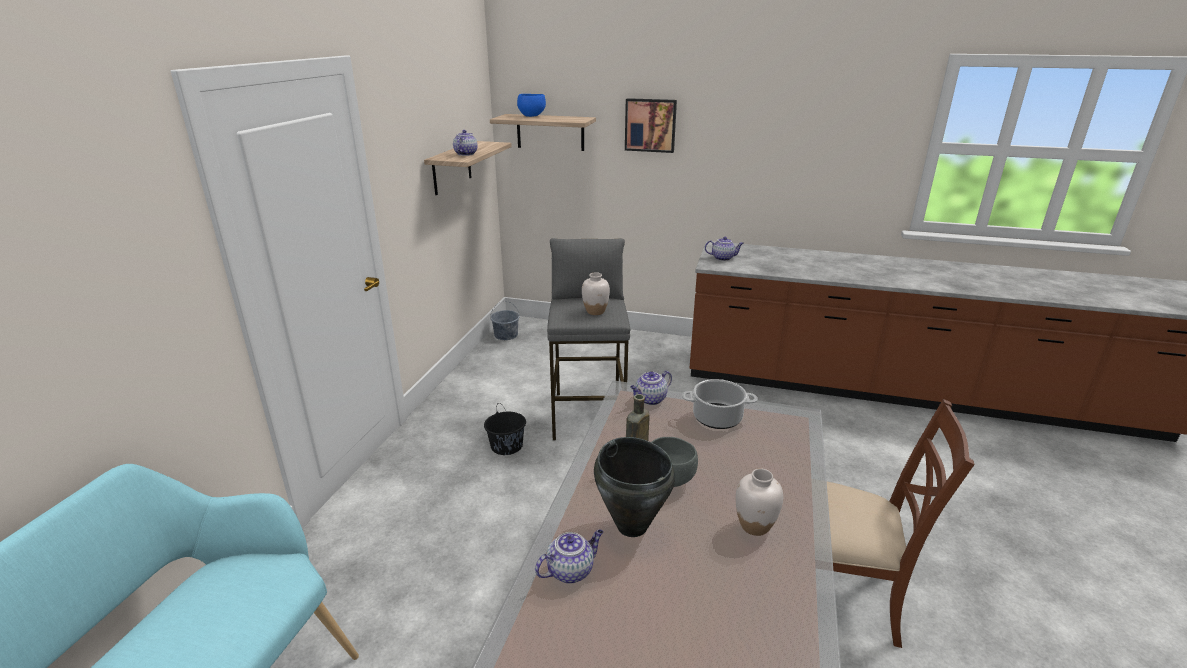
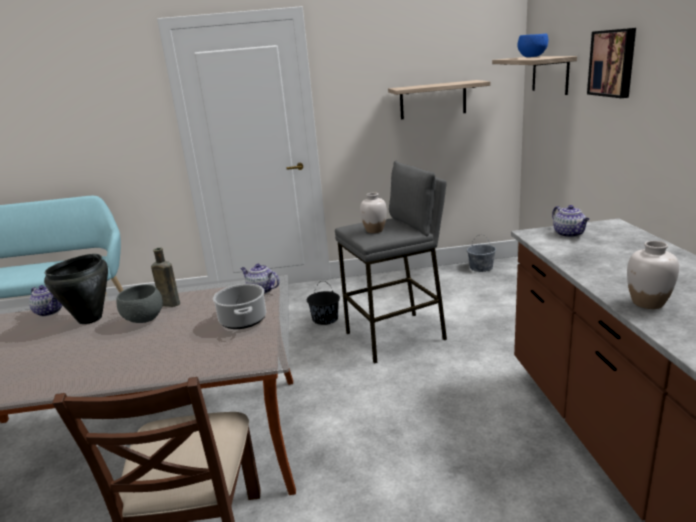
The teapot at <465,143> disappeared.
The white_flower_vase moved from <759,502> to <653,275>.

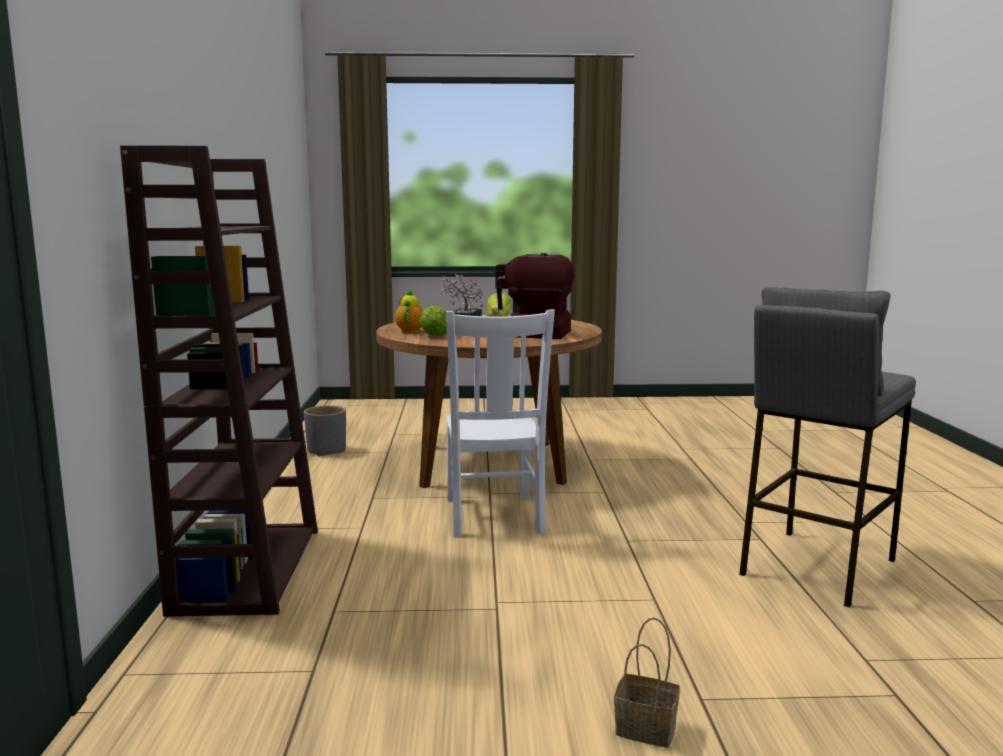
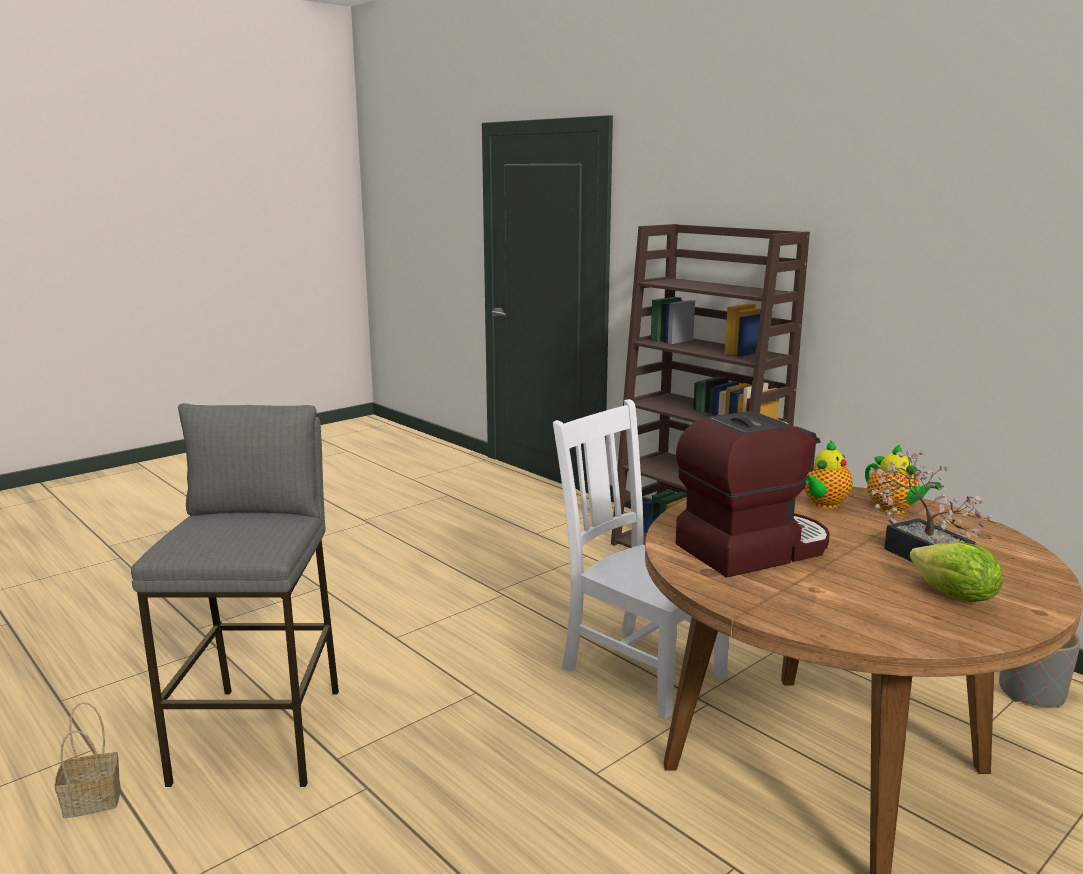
The storage_basket moved from <647,682> to <87,760>.
The head_of_lettuce at <433,321> was replaced by the teapot at <828,474>.

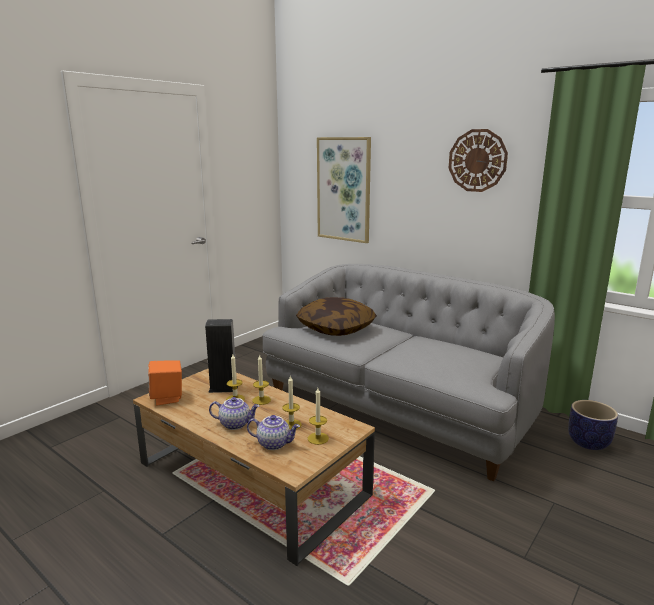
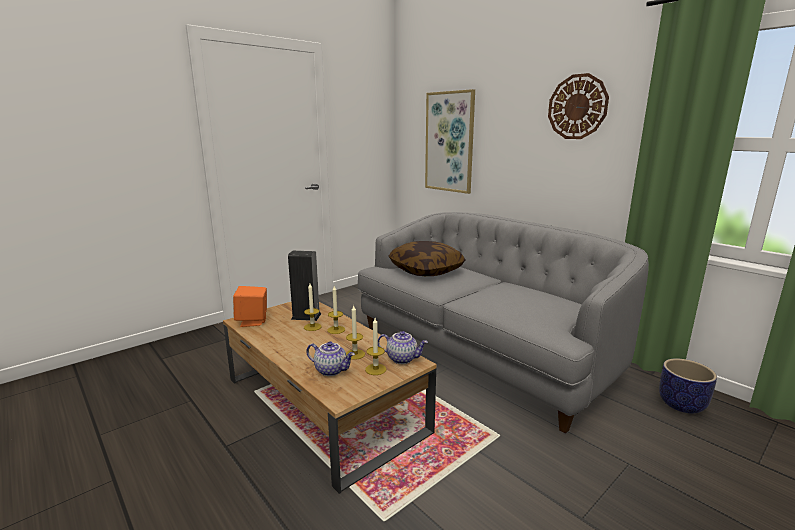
The teapot moved from <234,413> to <403,347>.

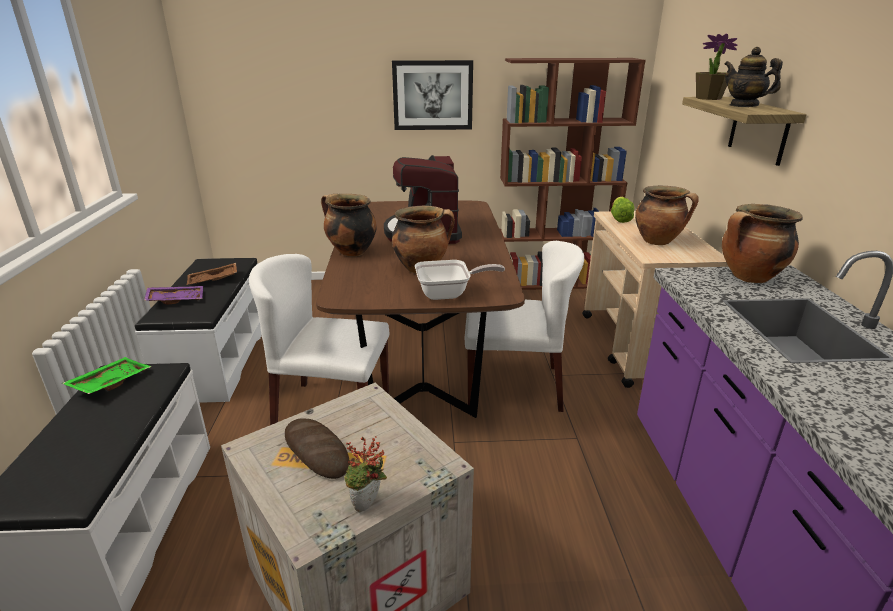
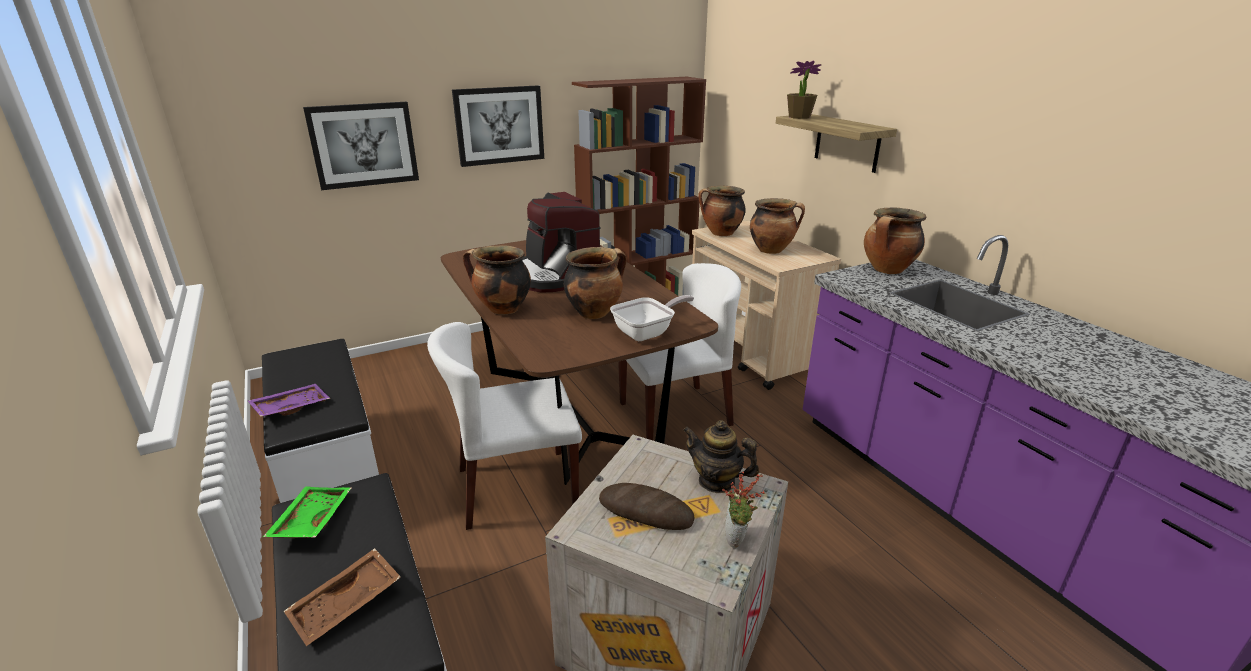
The wall_picture at <361,146> appeared.
The brown-coloured_serving_tray moved from <212,274> to <342,597>.
The teapot moved from <753,77> to <721,456>.
The head_of_lettuce at <622,210> was replaced by the stockpot at <722,211>.

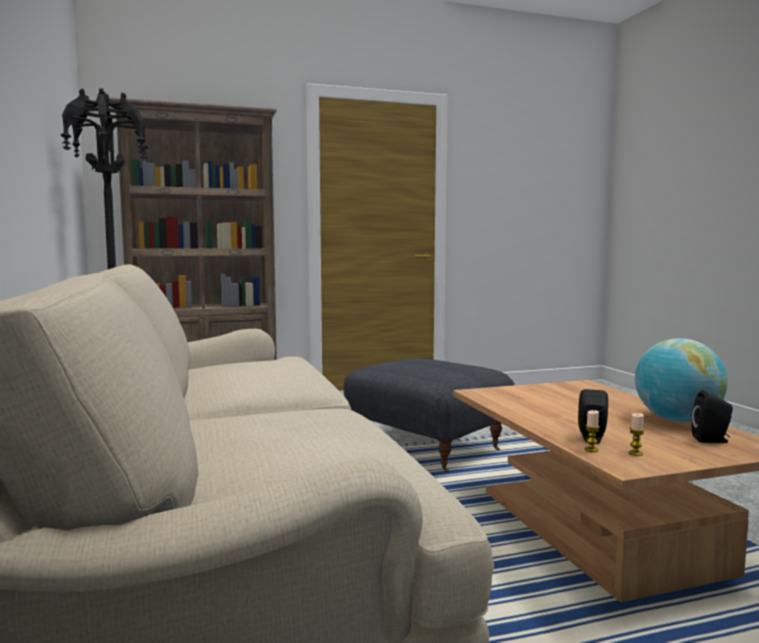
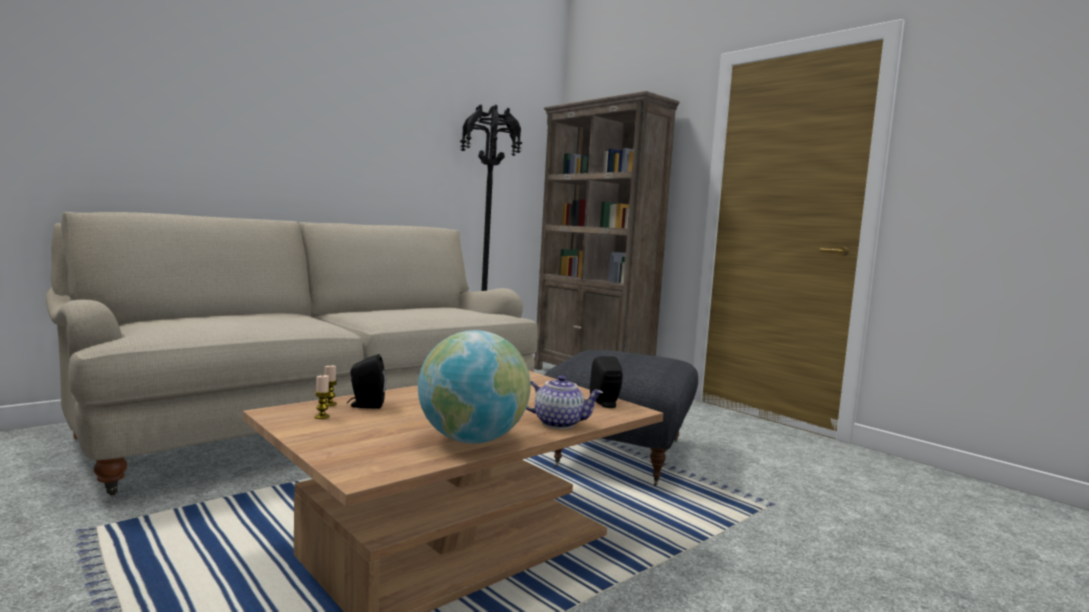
The teapot at <564,402> appeared.
The blackish_audio_speaker moved from <712,416> to <606,382>.

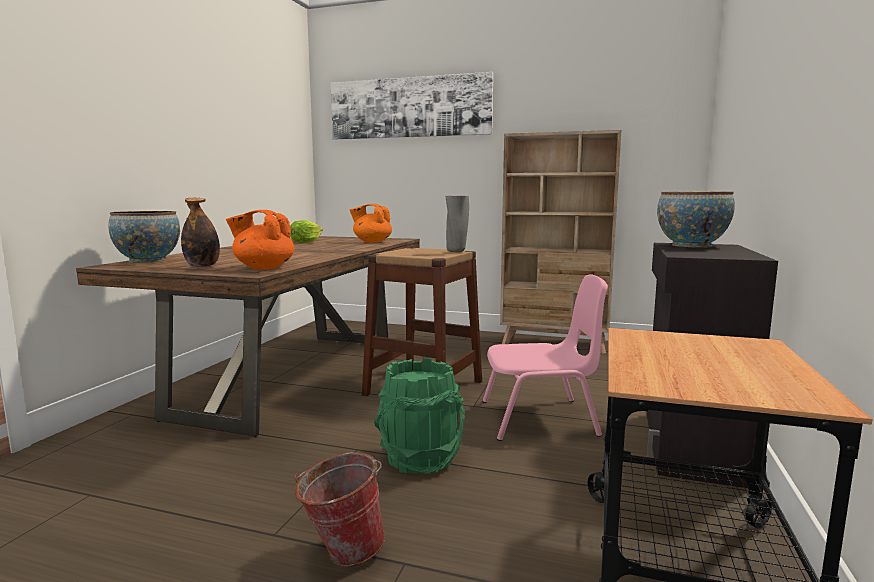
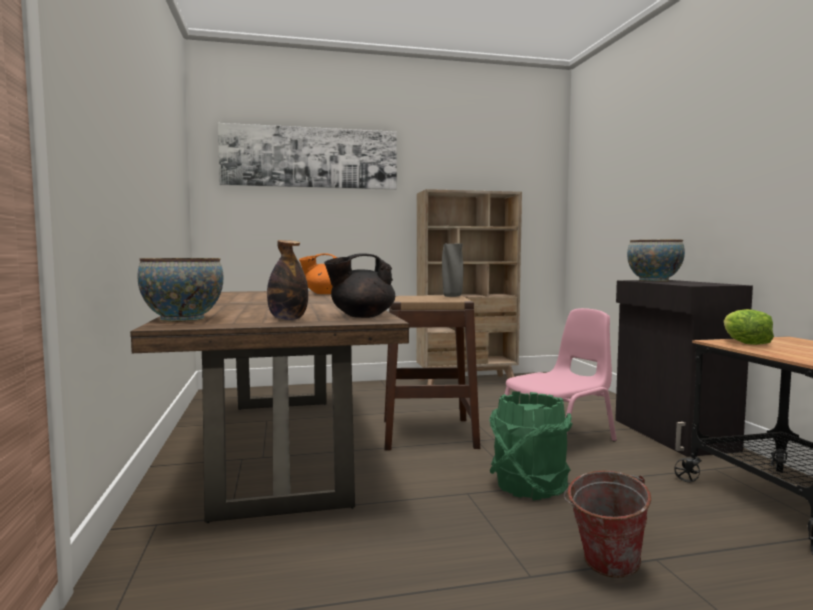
The head_of_lettuce moved from <306,232> to <749,327>.
The orange-coloured_teapot at <260,240> became the blackish_teapot at <359,285>.

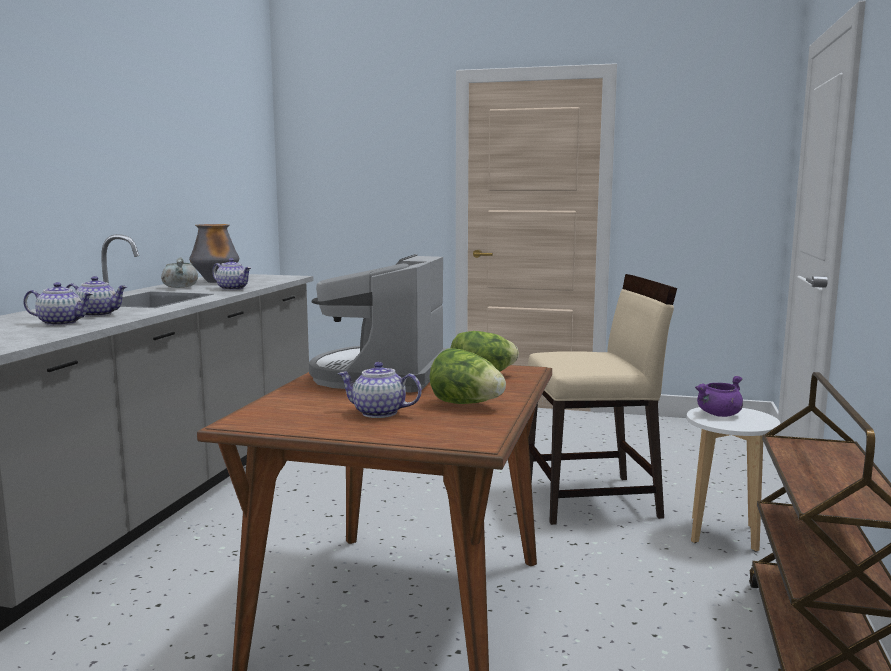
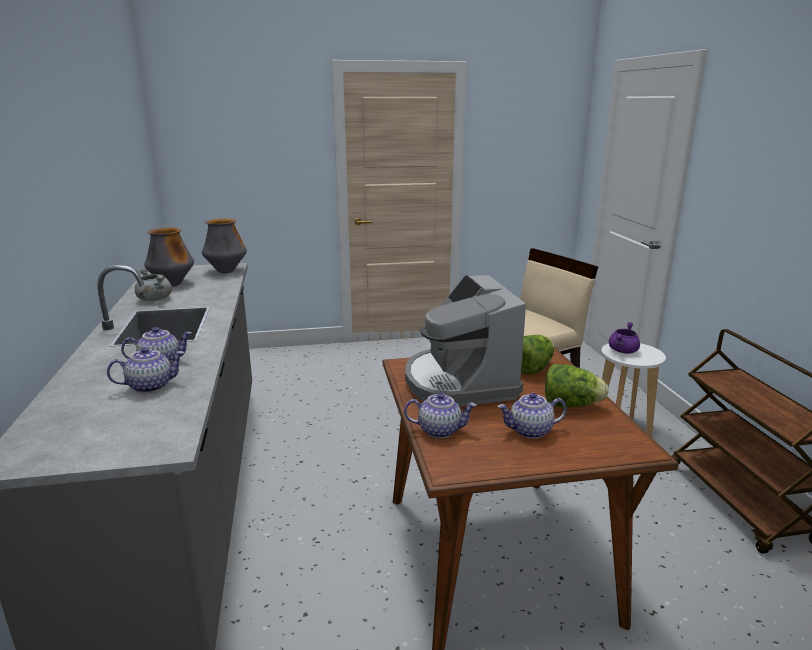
The flower_vase at <224,245> appeared.
The teapot moved from <231,274> to <440,415>.

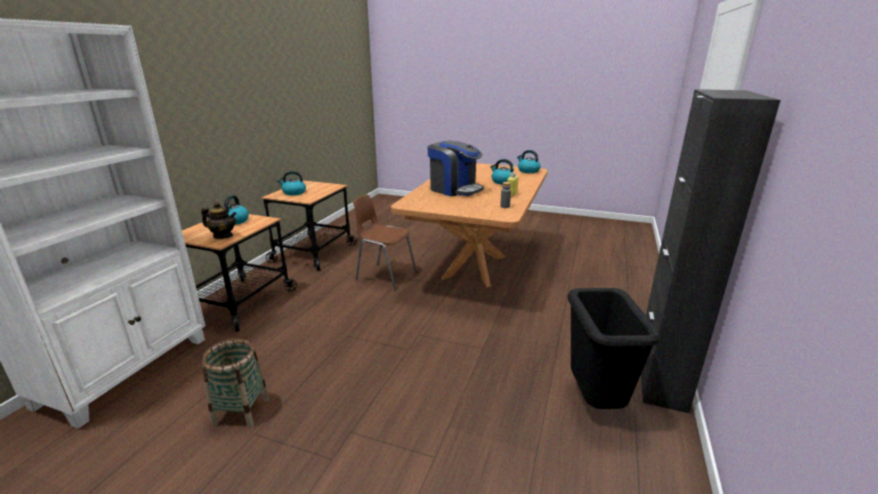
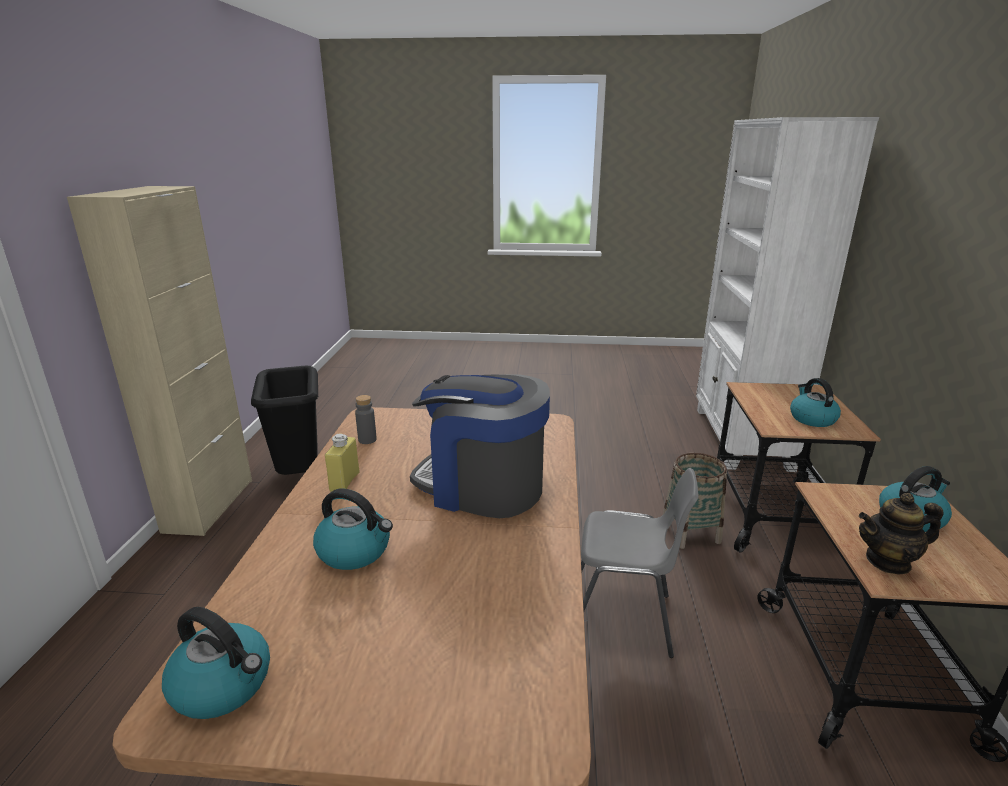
The teapot moved from <219,220> to <901,534>.
The storage_basket moved from <236,384> to <695,501>.
The brown-coloured_chair at <385,242> became the greyish_chair at <639,563>.
The blackish_cupboard at <711,251> became the sand-coloured_cupboard at <159,361>.

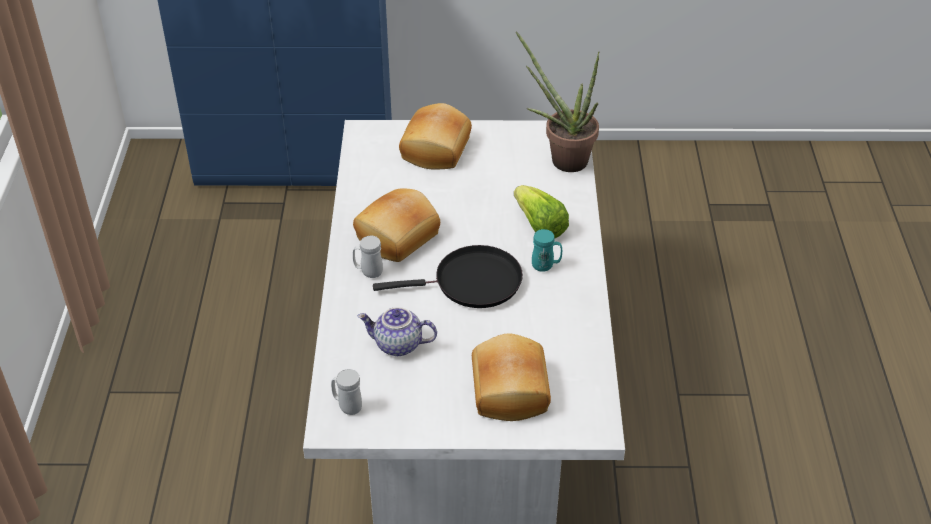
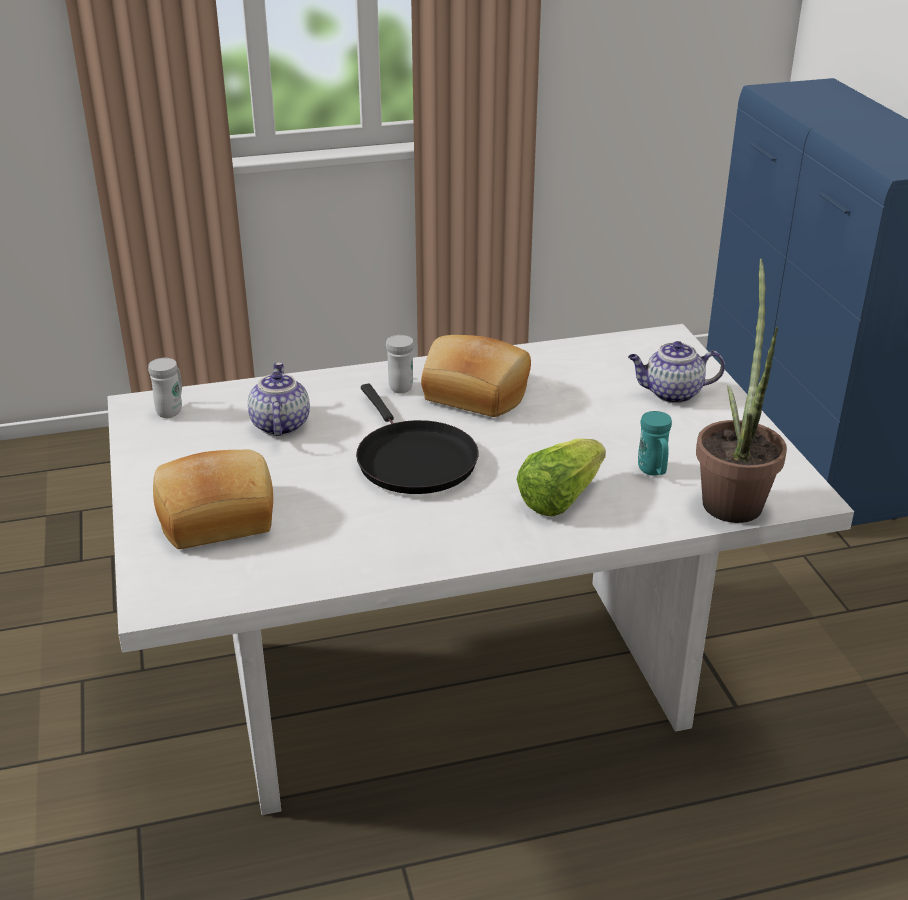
The turquoise-coloured_mug moved from <547,250> to <655,443>.
The bread at <435,136> was replaced by the teapot at <676,372>.

